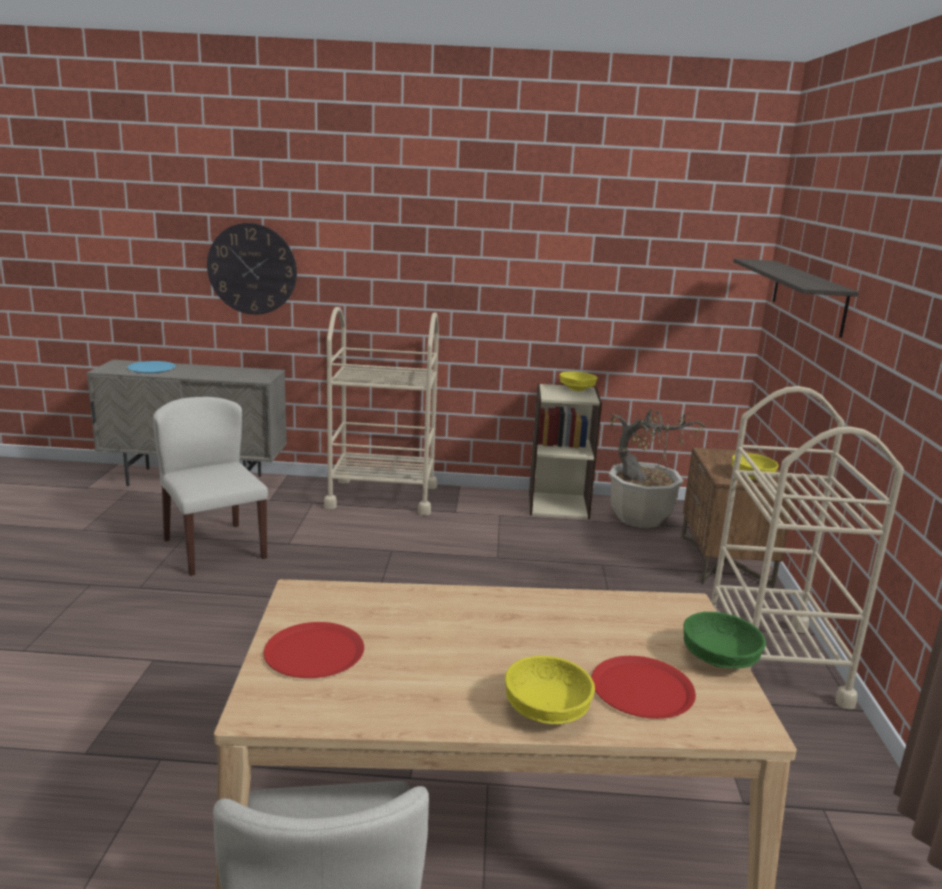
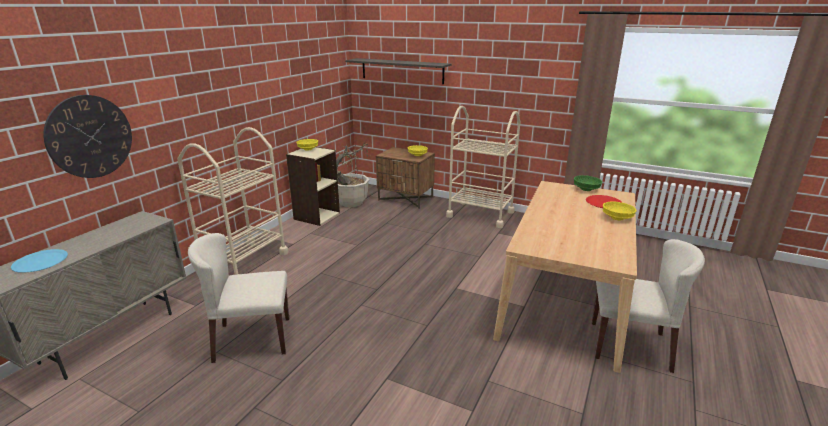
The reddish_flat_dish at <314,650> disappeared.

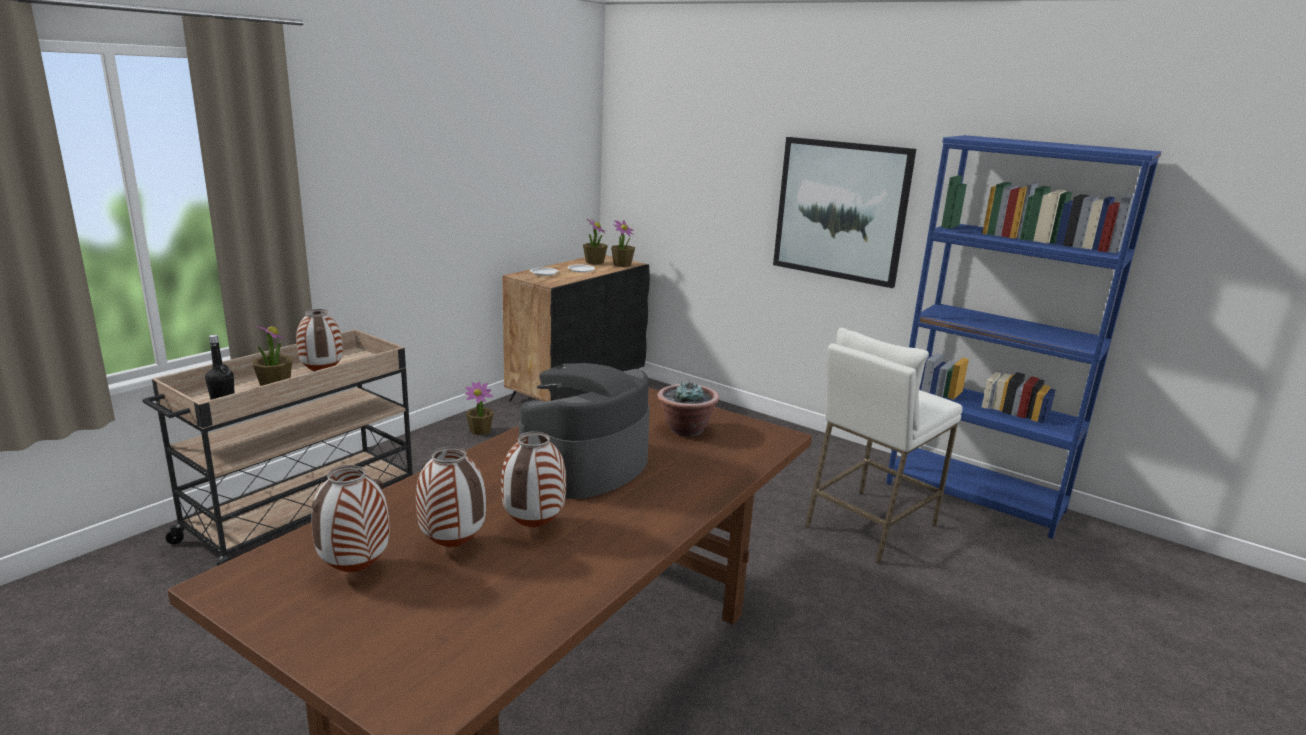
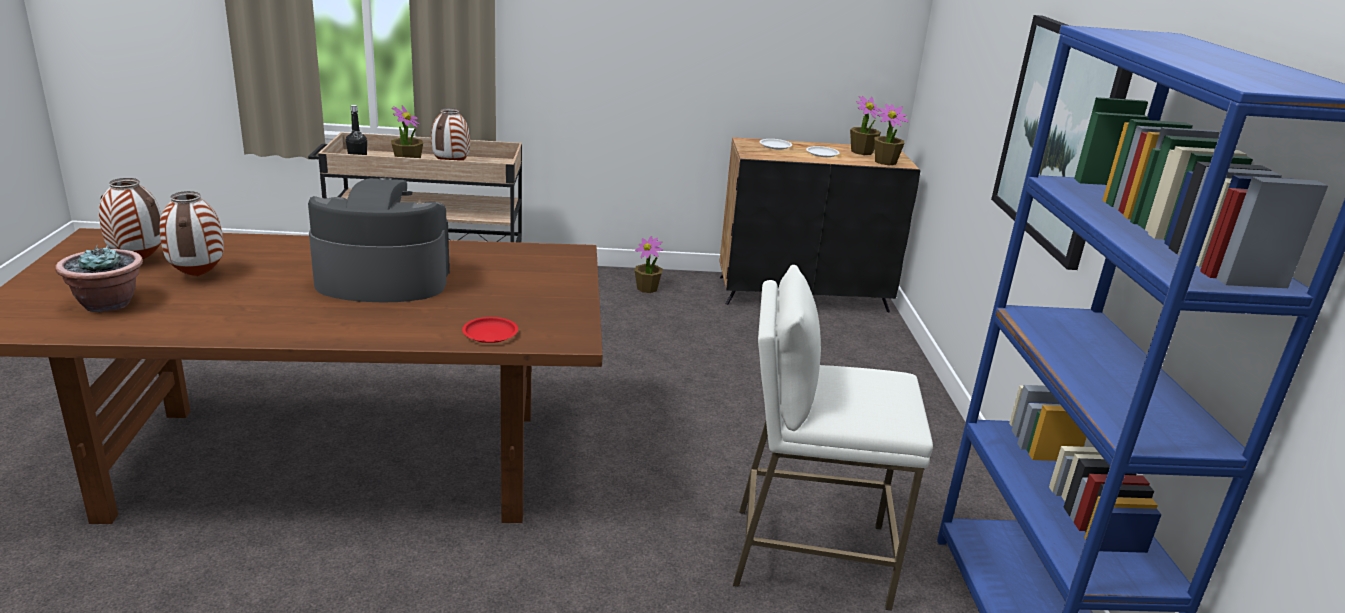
The flower_vase at <533,479> disappeared.
The reddish_flat_dish at <490,330> appeared.
The plant_in_a_pot moved from <688,408> to <99,278>.

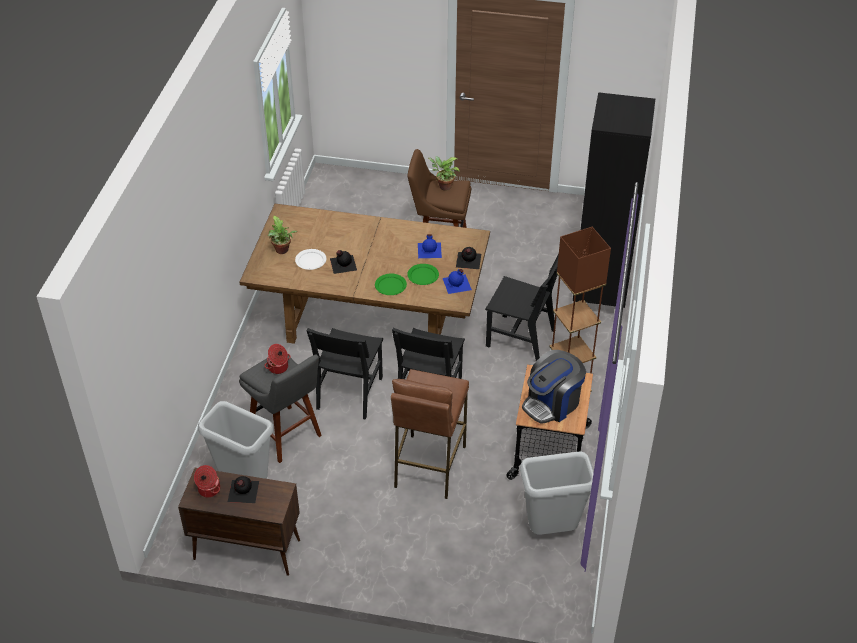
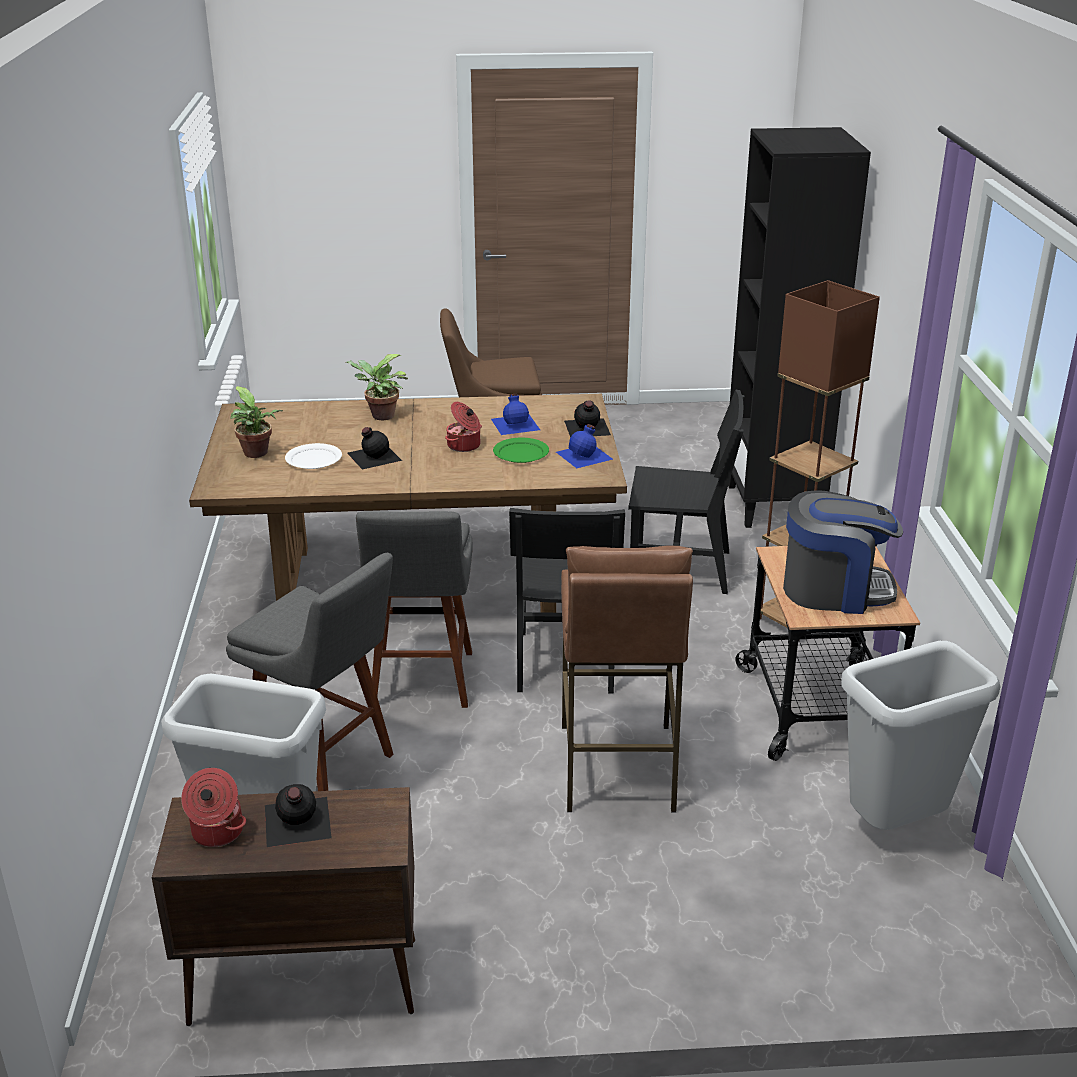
The greenish_flat_dish at <391,284> disappeared.
The stockpot moved from <278,359> to <463,427>.
The plant_in_a_pot moved from <444,173> to <377,387>.
The blackish_chair at <344,374> was replaced by the greyish_stool_seat at <414,609>.
The coffee_machine at <554,387> turned 120 degrees counterclockwise.

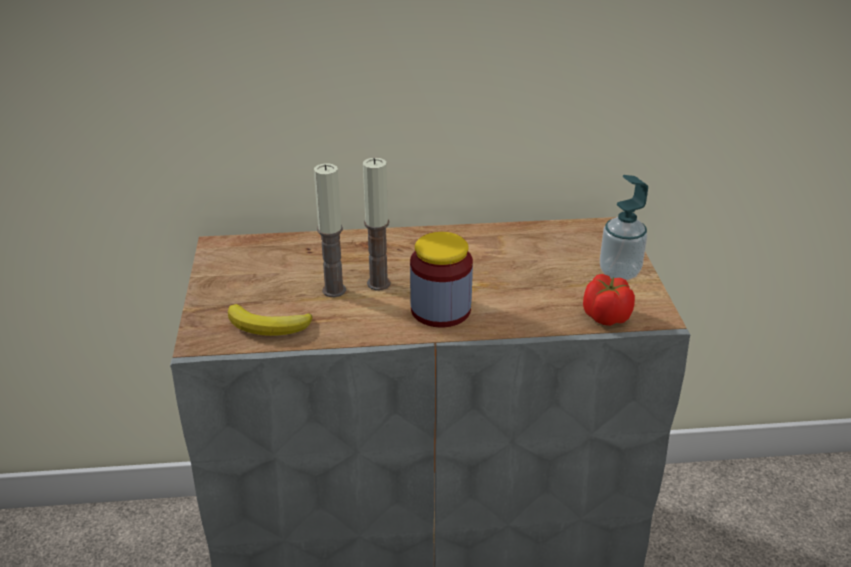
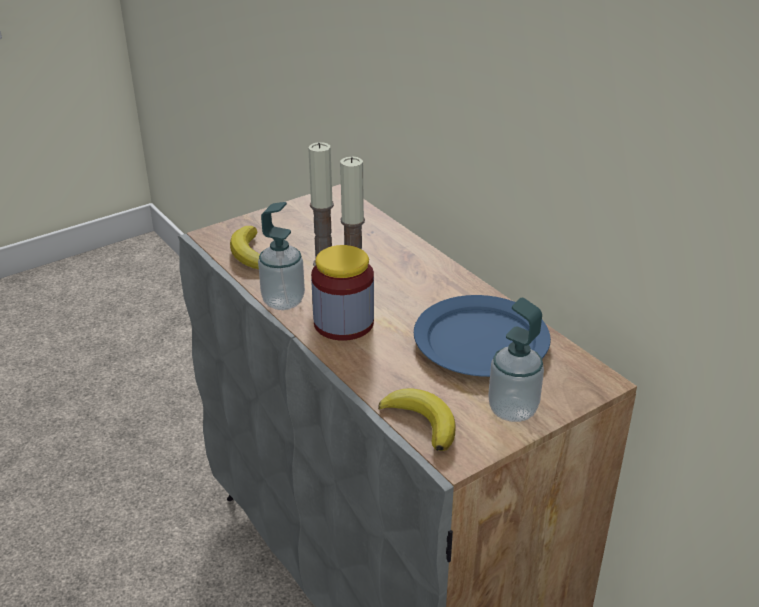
The soap_bottle at <281,256> appeared.
The bluish_flat_dish at <482,336> appeared.
The fresh_tomato at <609,300> was replaced by the banana_fruit at <417,419>.

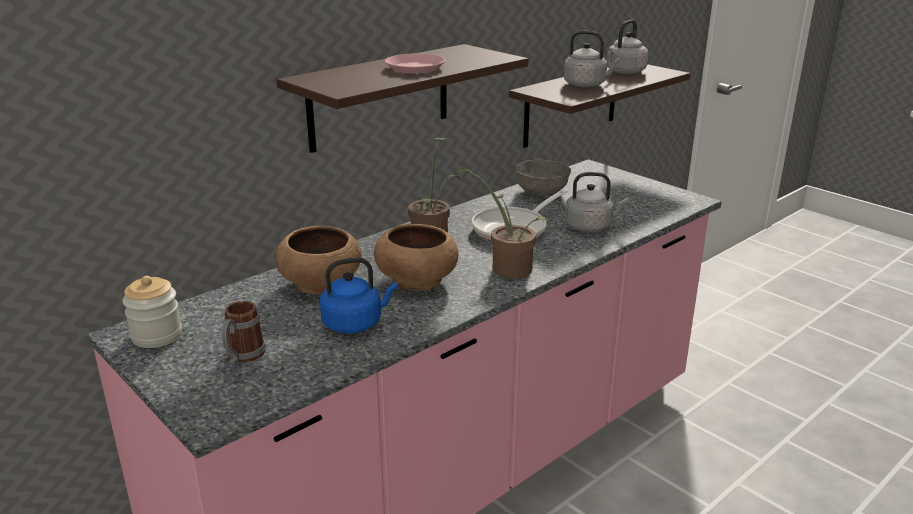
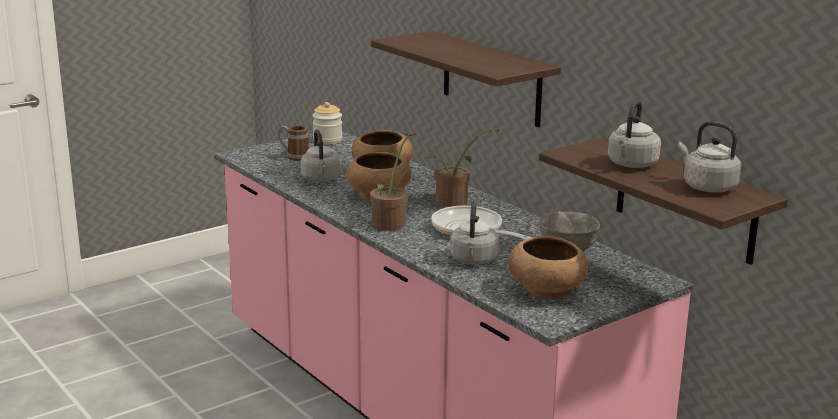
The pink-coloured_flat_dish at <415,63> disappeared.
The brown-coloured_deep_dish at <548,268> appeared.
The bluish_kettle at <359,296> became the greyish_kettle at <321,155>.

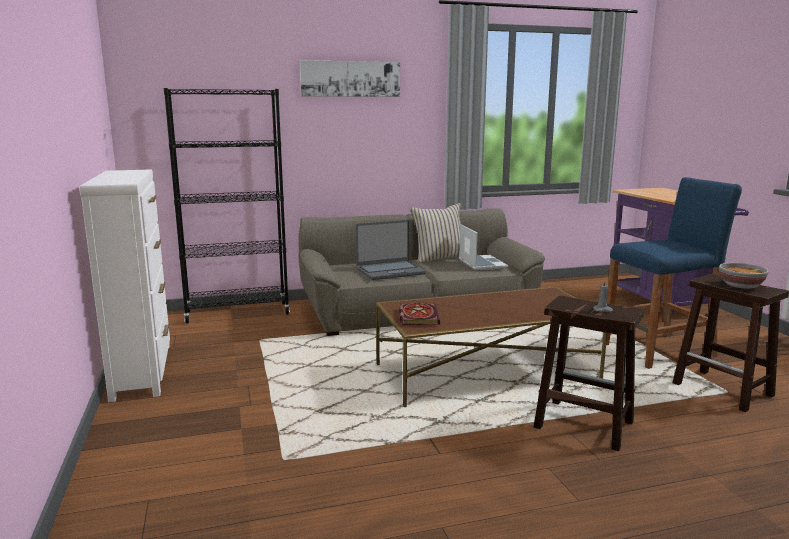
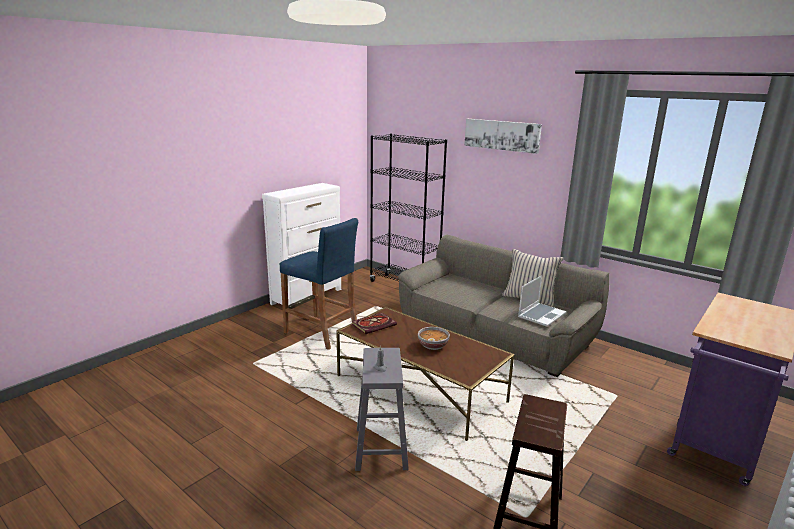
The notebook_computer at <391,250> disappeared.
The bluish_stool_seat moved from <674,273> to <319,284>.
The deep_dish moved from <744,276> to <434,338>.
The brown-coloured_stool_seat at <589,373> became the greyish_stool_seat at <382,409>.

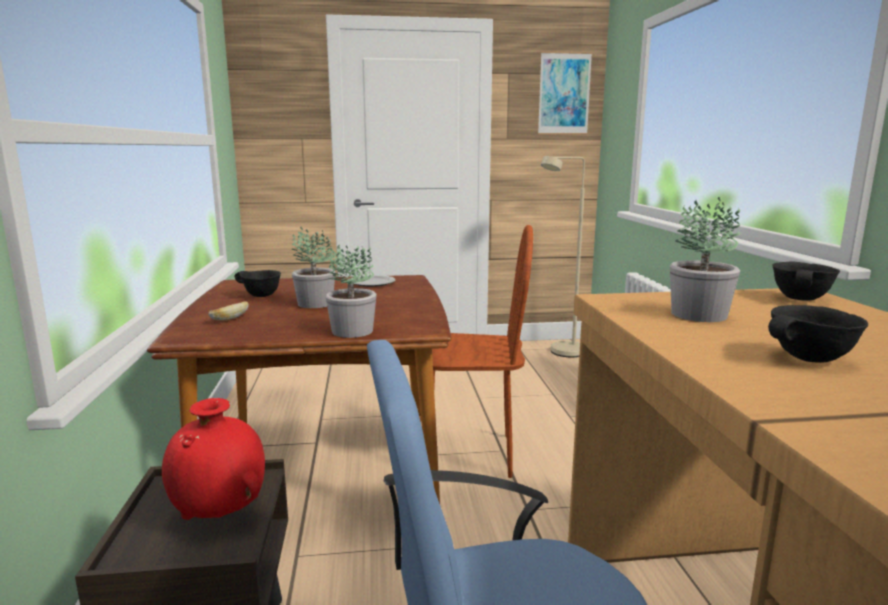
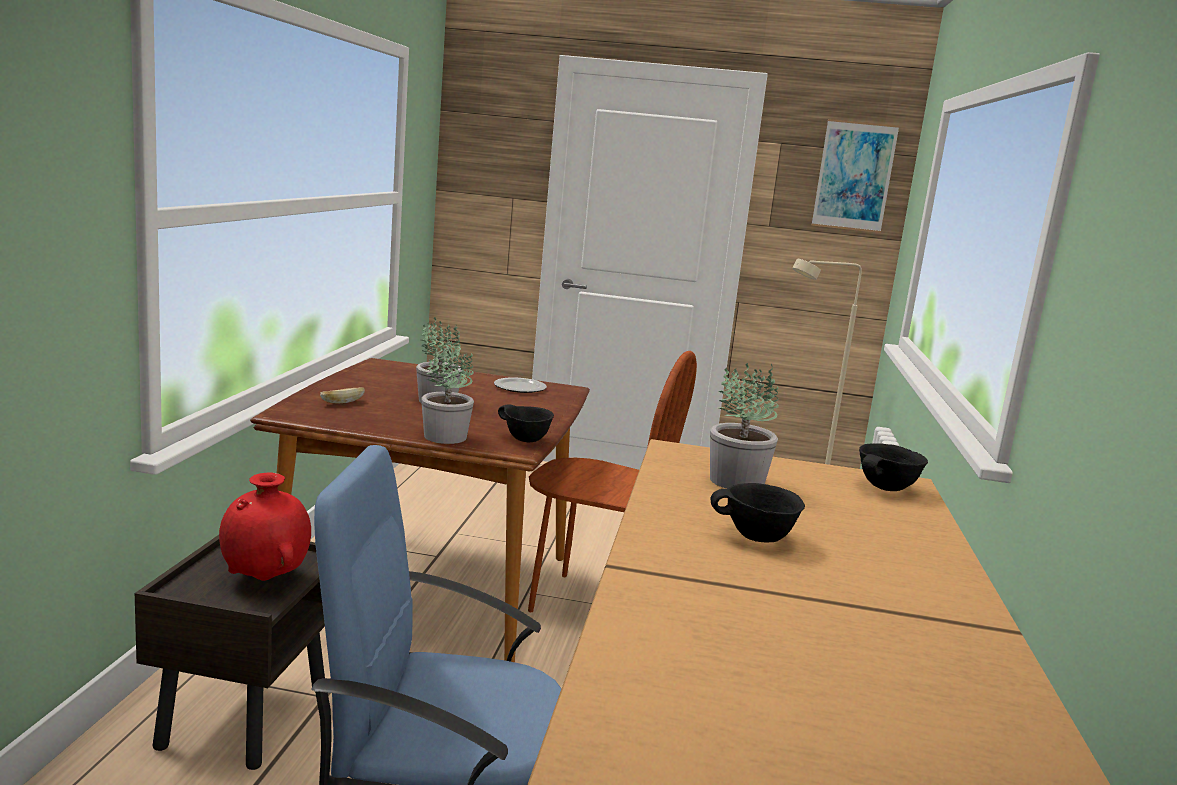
The blackish_deep_dish moved from <258,283> to <526,423>.

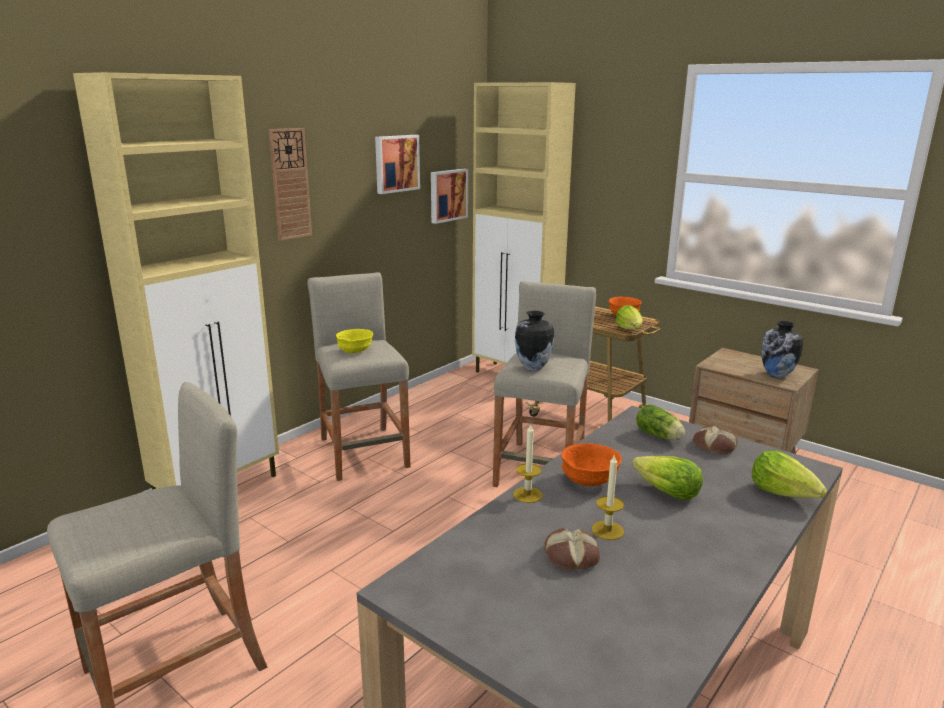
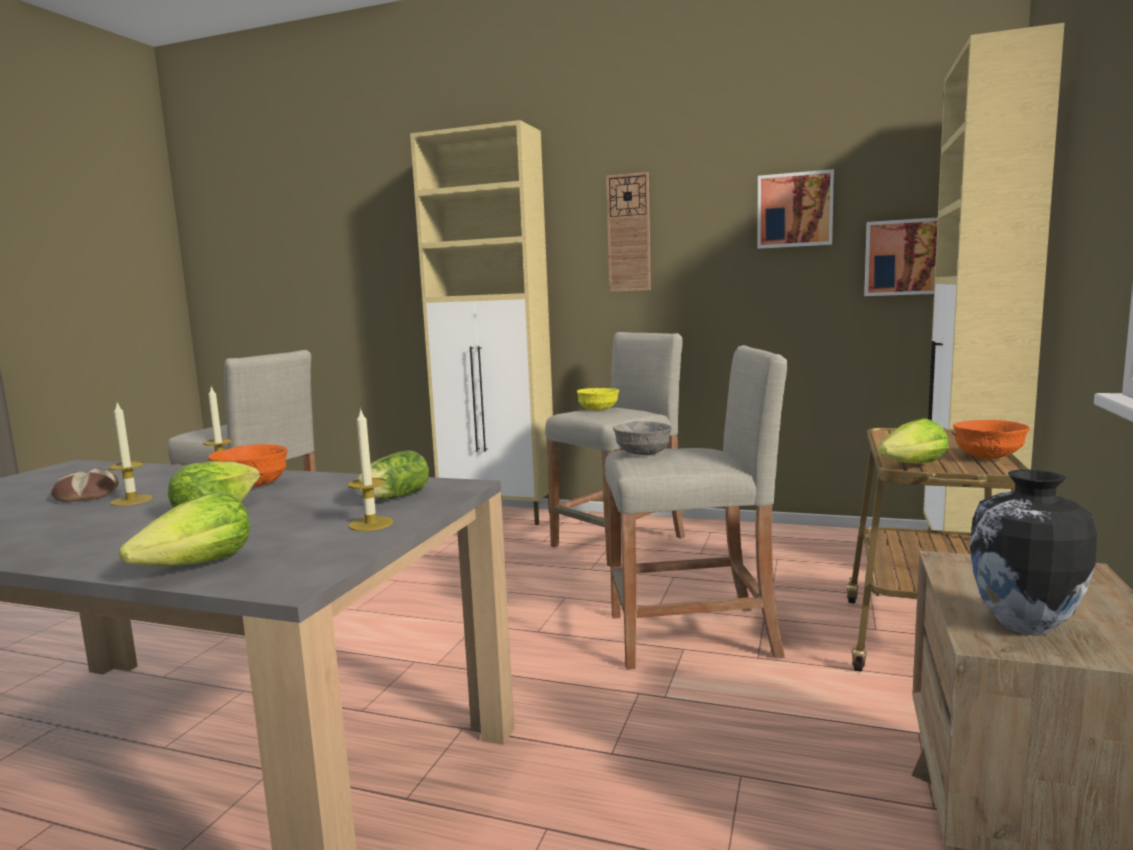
The flower_vase at <534,341> was replaced by the greyish_deep_dish at <642,438>.
The bread at <715,440> was replaced by the wax_light at <370,469>.

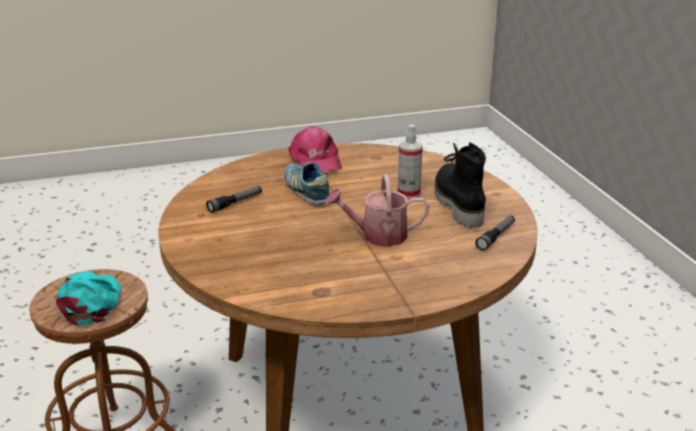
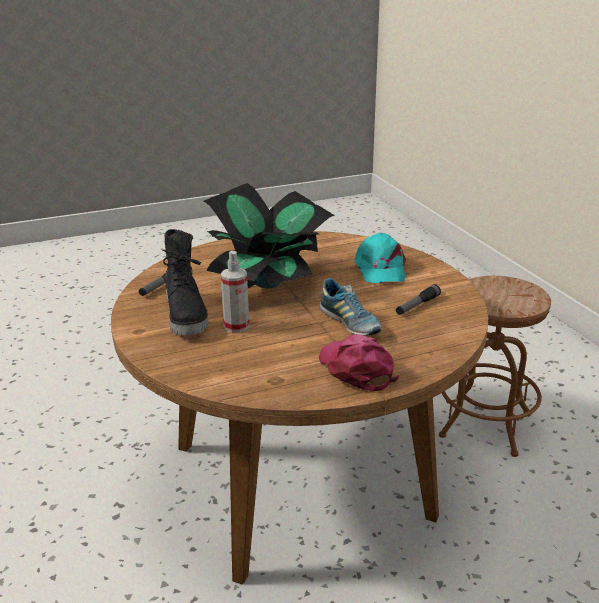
The turquoise-coloured_cap moved from <89,298> to <380,258>.
The watering_can at <377,210> was replaced by the plant_in_a_pot at <269,235>.

